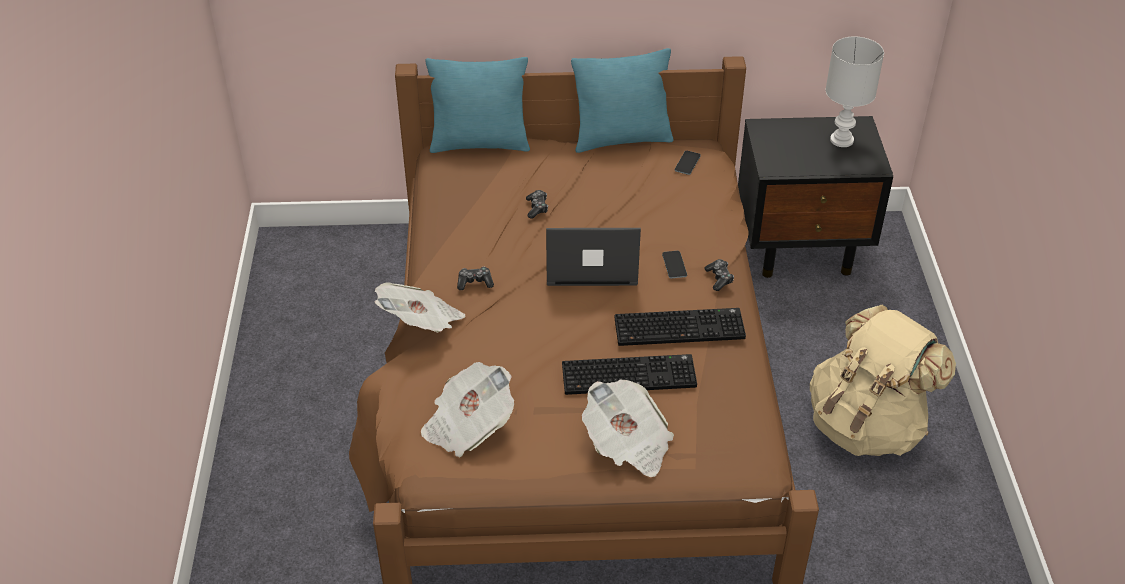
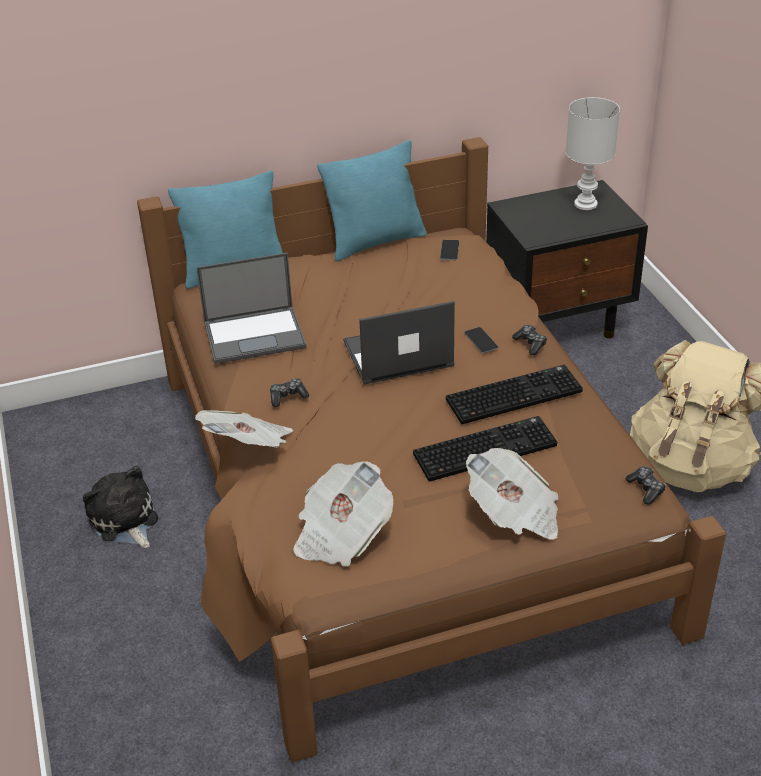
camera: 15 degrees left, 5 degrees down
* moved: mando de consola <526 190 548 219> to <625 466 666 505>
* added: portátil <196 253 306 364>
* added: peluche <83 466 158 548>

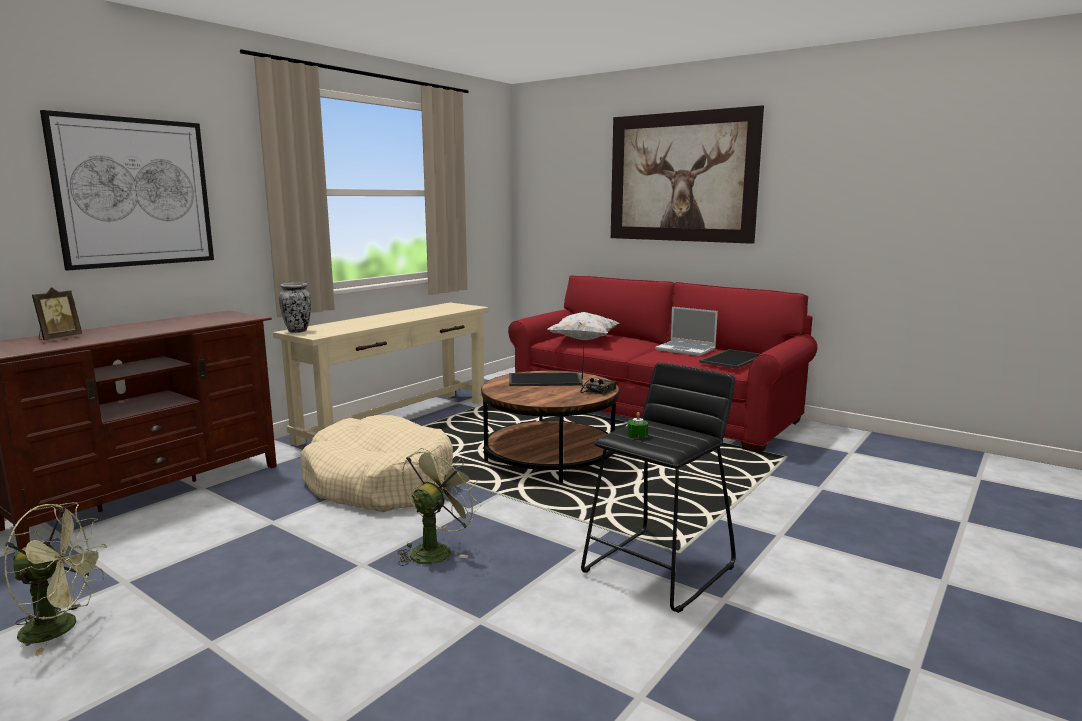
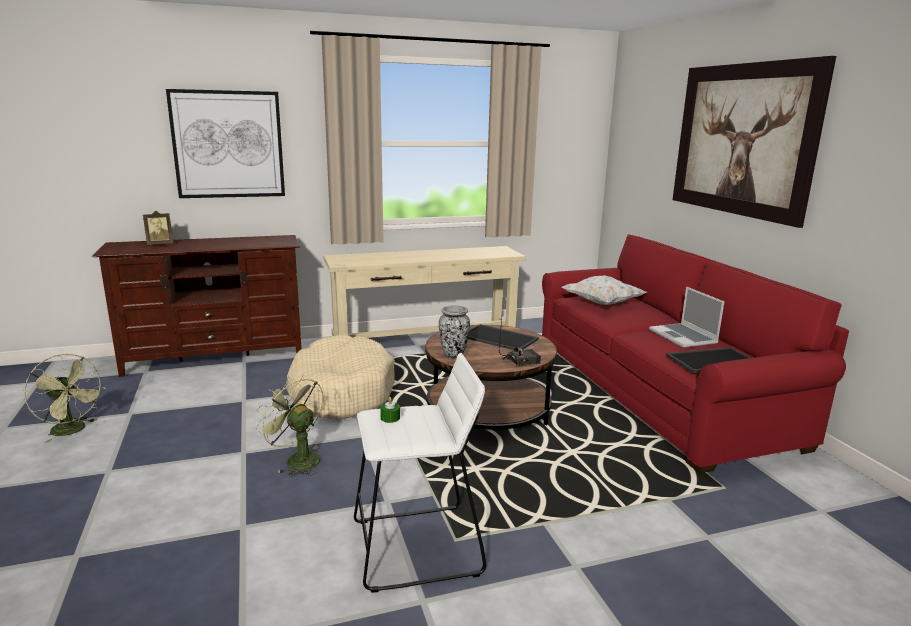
camera: 35 degrees right, 5 degrees up
* moved: florero <279 283 311 333> to <439 305 470 359>
* recoloured: taburete (negro) <581 362 736 613> to taburete (blanco) <354 353 486 592>
* turned: ventilador (verde) <398 445 482 566> = <256 375 323 477> 120 degrees counterclockwise

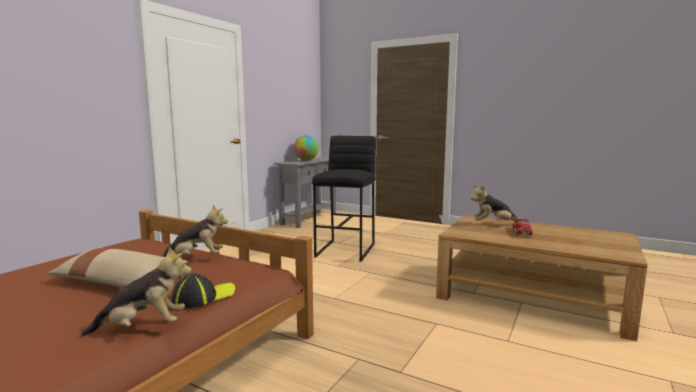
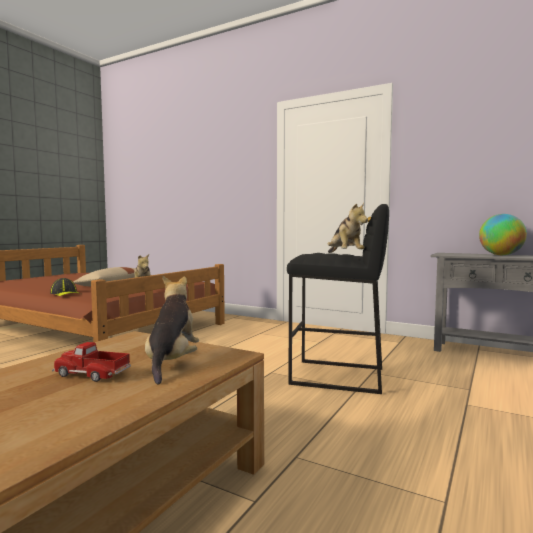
camera: 90 degrees right, 5 degrees down
* moved: peluche <81 247 192 336> to <327 203 368 253>

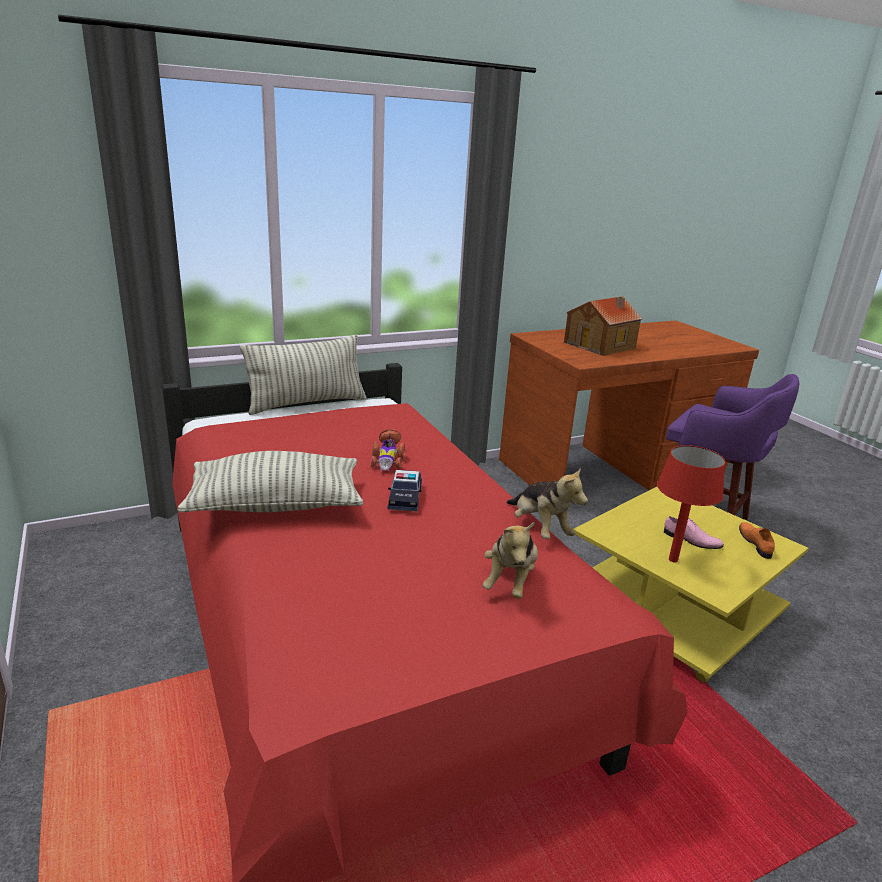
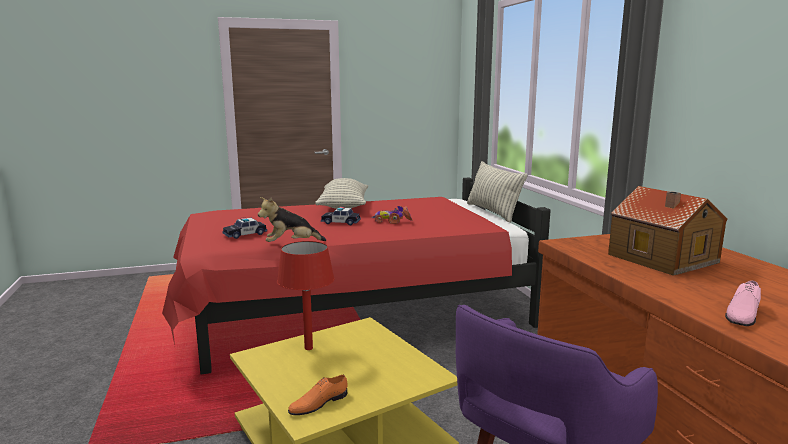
camera: 100 degrees right, 10 degrees down
* moved: zapato (rosa) <664 516 724 549> to <725 281 761 326>
* replaced: peluche <483 521 538 599> to coche de juguete <222 217 267 239>
* turned: zapato (naranja) <739 522 775 559> = <288 375 348 415> 135 degrees clockwise

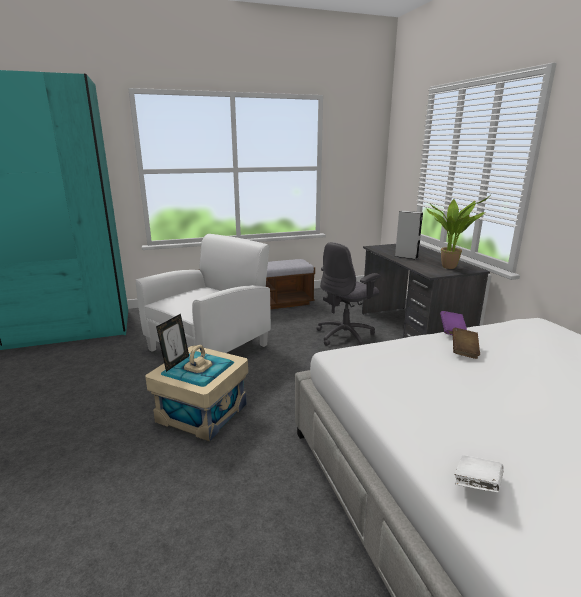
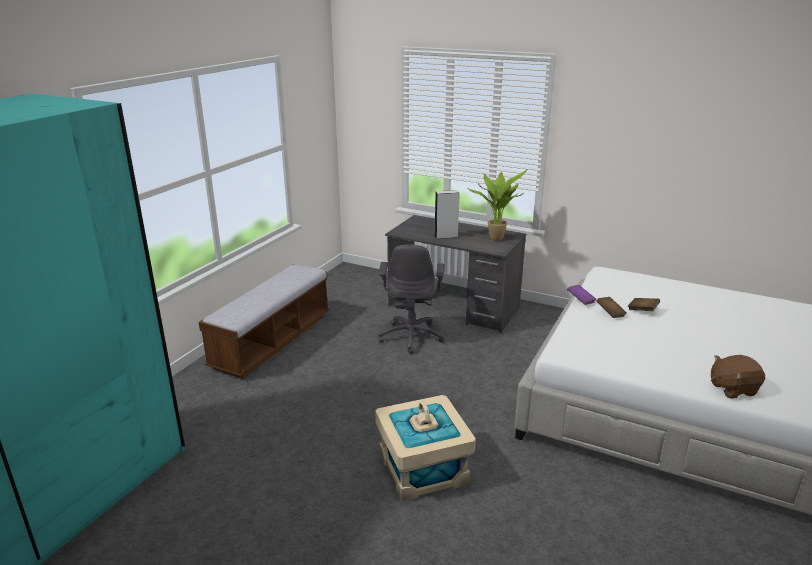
camera: 45 degrees left, 5 degrees up
* removed: sillón (blanco) <136 234 271 353>
* removed: portarretratos <156 314 189 372>
* replaced: libro (blanco) <454 455 504 492> to peluche (marrón) <711 355 765 399>
* added: libro (marrón) <628 298 660 311>

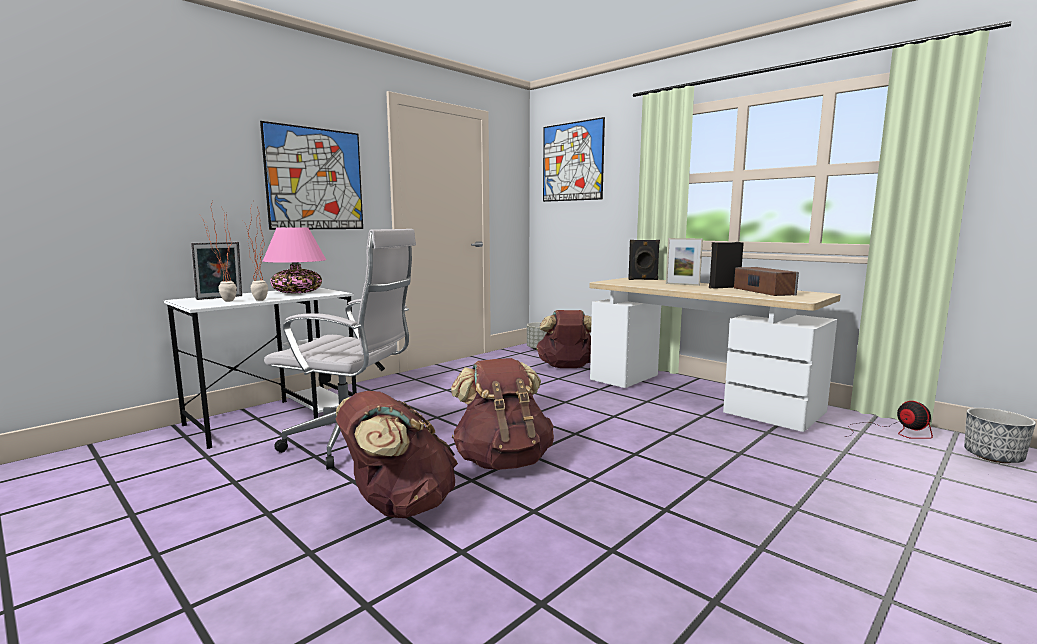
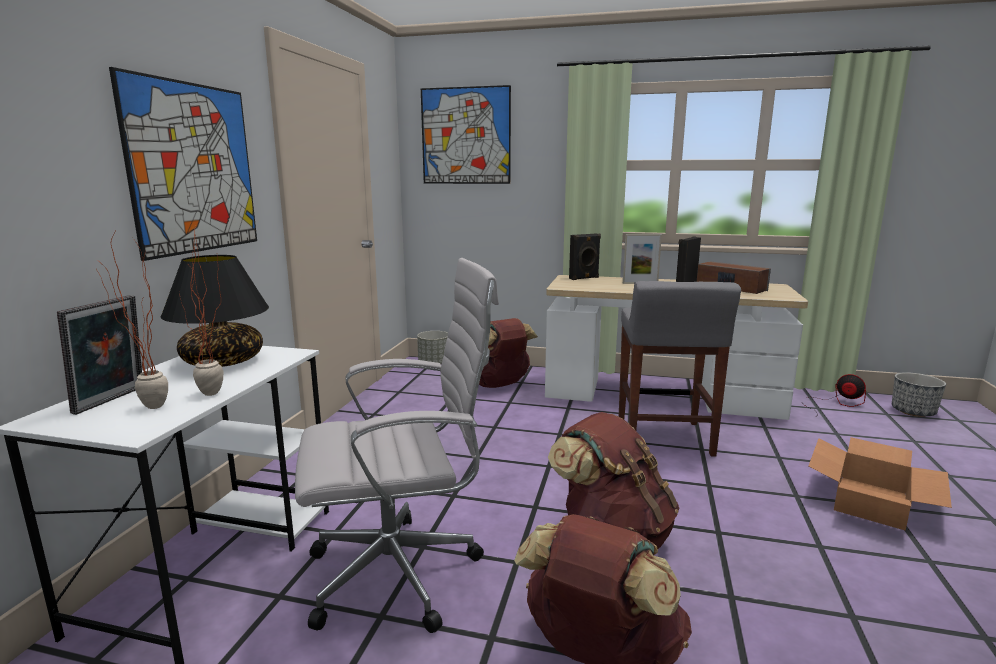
camera: 30 degrees left, 5 degrees up
* recoloured: lámpara de mesa (rosa) <263 227 327 293> to lámpara de mesa (negro) <161 255 269 367>
* added: taburete (gris) <619 281 741 457>
* added: caja de cartón <809 437 952 531>

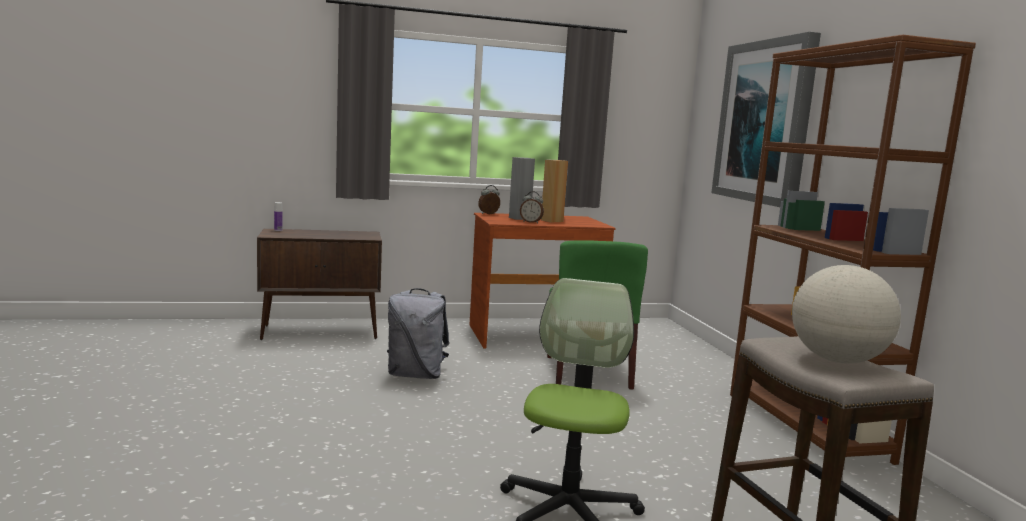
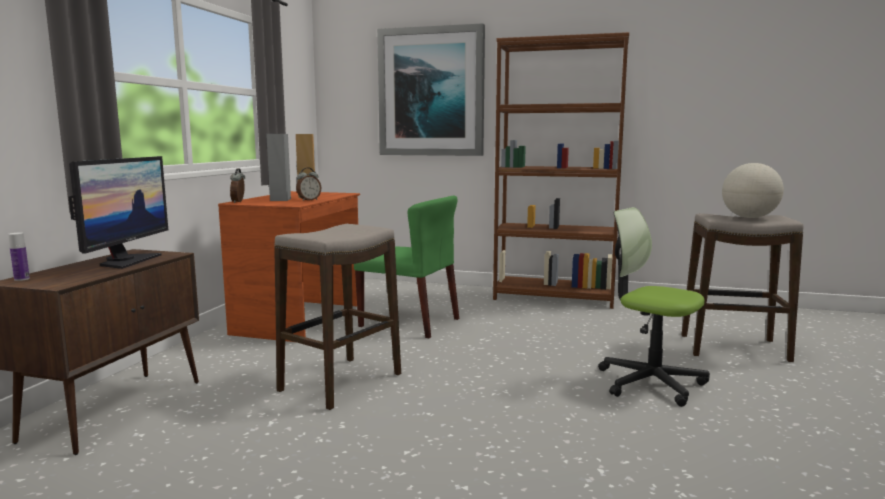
camera: 60 degrees left, 0 degrees up
* replaced: mochila (gris) <387 288 449 379> to taburete <274 224 401 410>
* added: monitor <69 156 168 269>

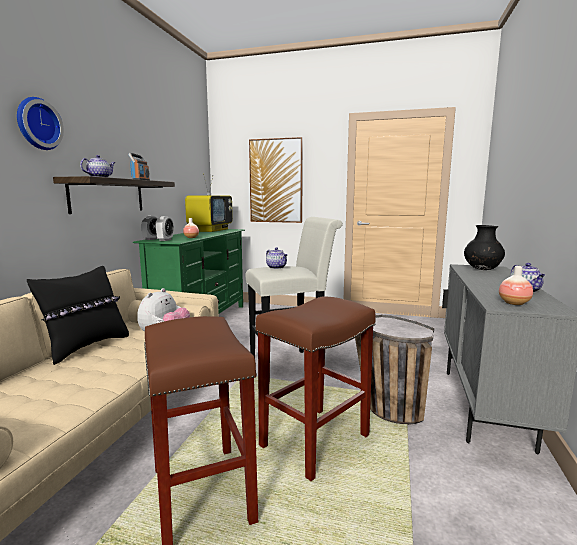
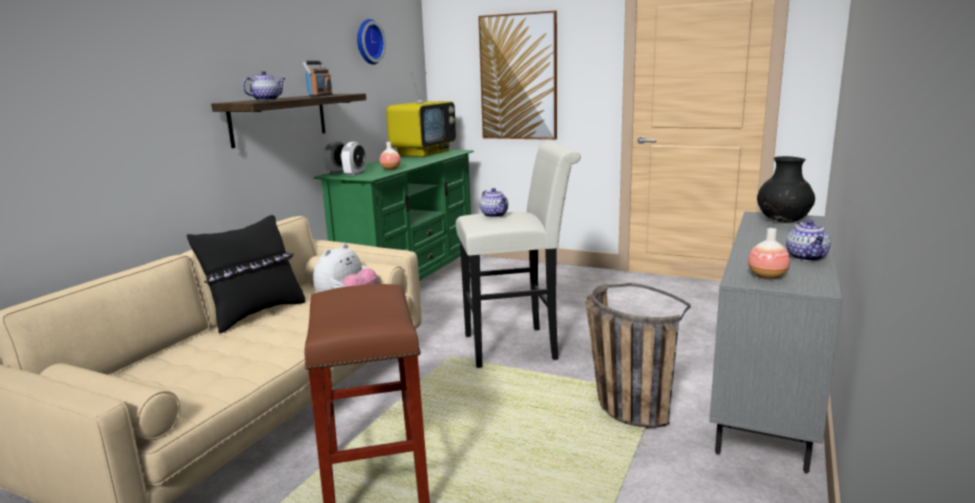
camera: 10 degrees right, 5 degrees up
* moved: reloj de pared <17 97 64 150> to <357 19 386 65>
* removed: taburete (marrón) <256 297 376 481>

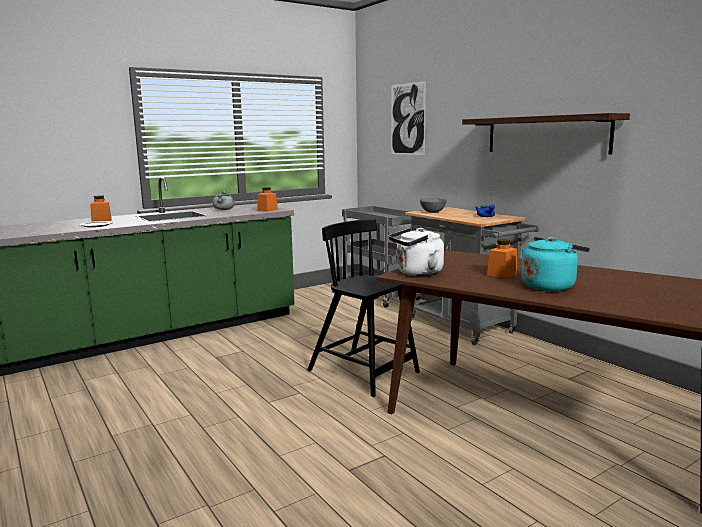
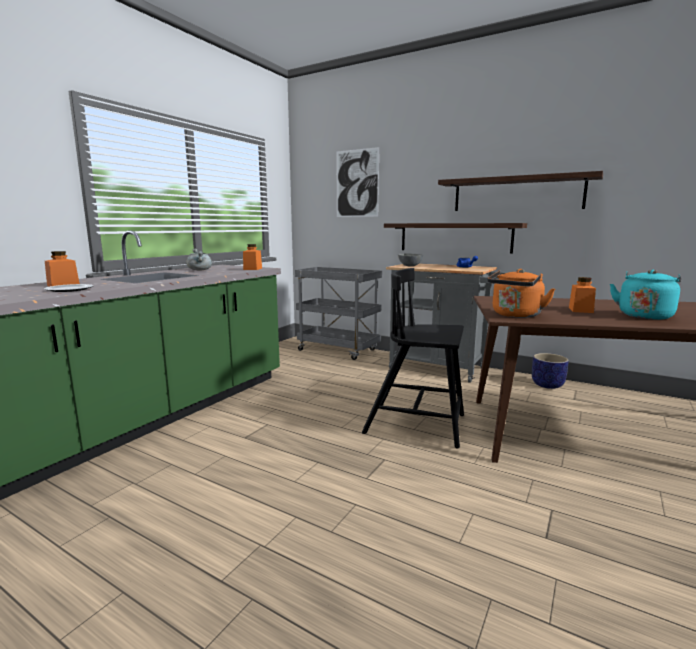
camera: 25 degrees left, 0 degrees up
* recoloured: hervidor (blanco) <389 228 444 276> to hervidor (naranja) <487 269 555 318>
* added: estante <384 223 527 254>
* added: maceta <532 353 569 389>

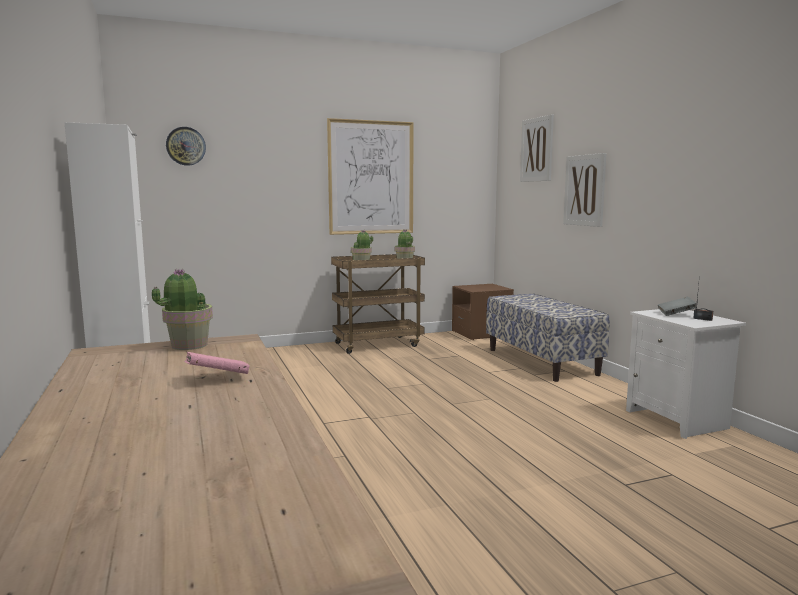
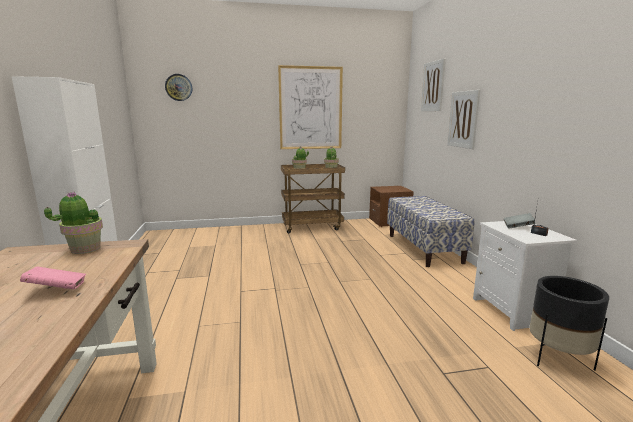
camera: 10 degrees right, 5 degrees up
* added: maceta (negro) <529 276 609 370>

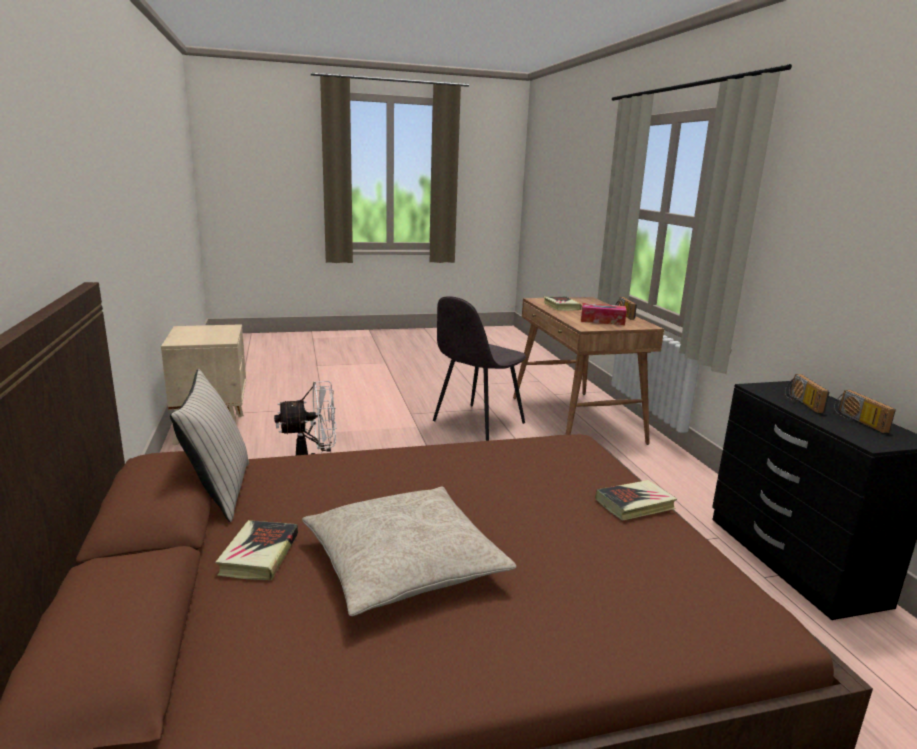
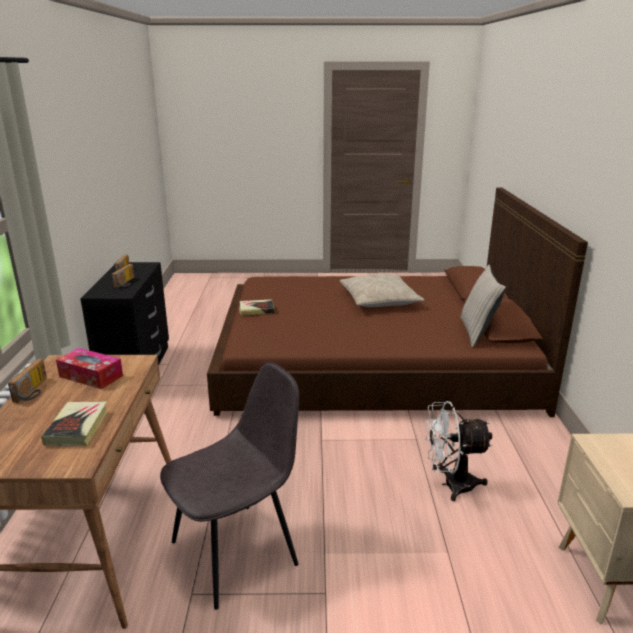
camera: 165 degrees left, 5 degrees up
* removed: libro <215 520 298 580>

